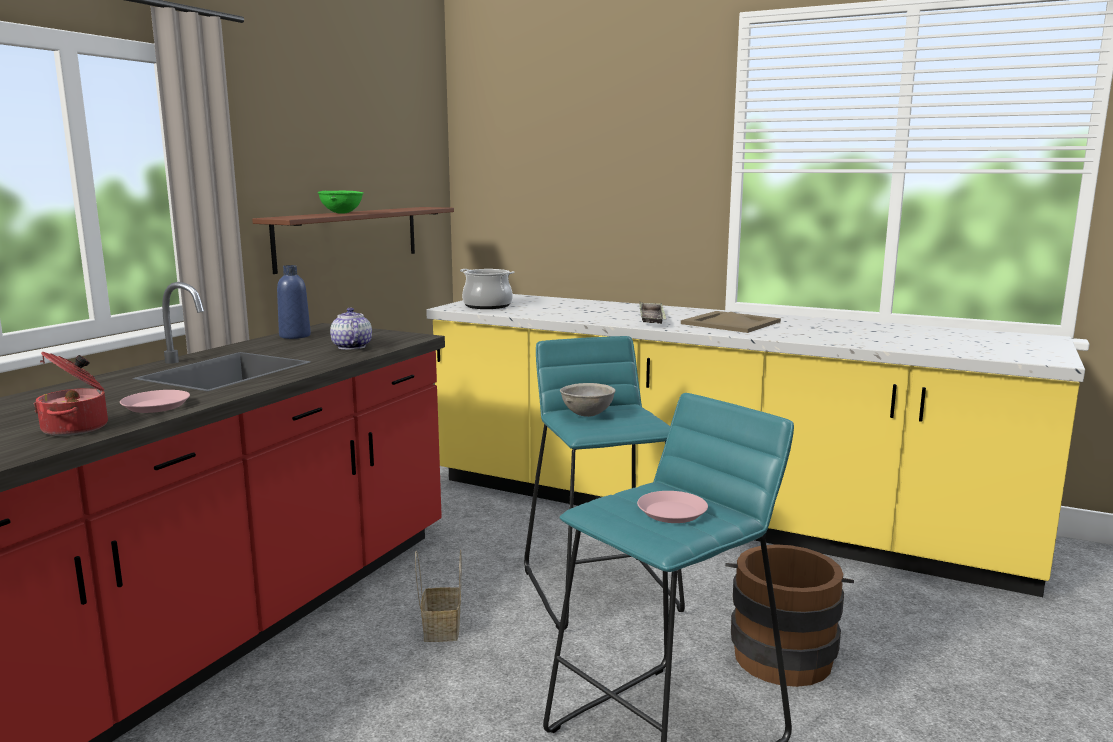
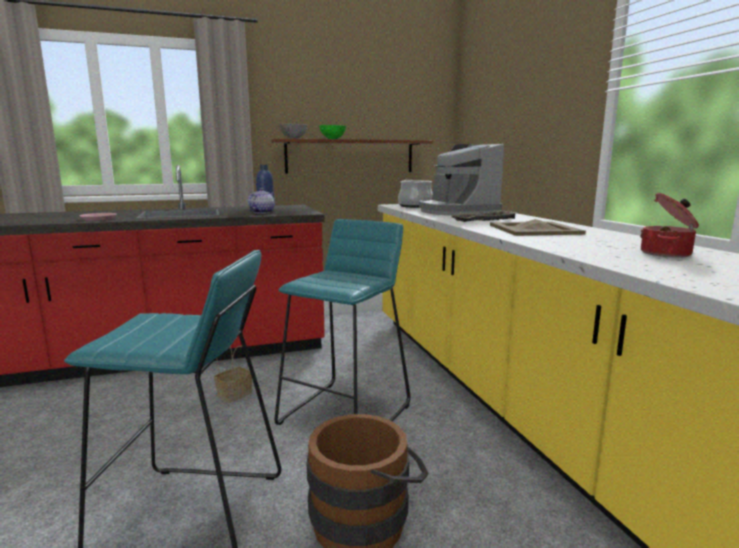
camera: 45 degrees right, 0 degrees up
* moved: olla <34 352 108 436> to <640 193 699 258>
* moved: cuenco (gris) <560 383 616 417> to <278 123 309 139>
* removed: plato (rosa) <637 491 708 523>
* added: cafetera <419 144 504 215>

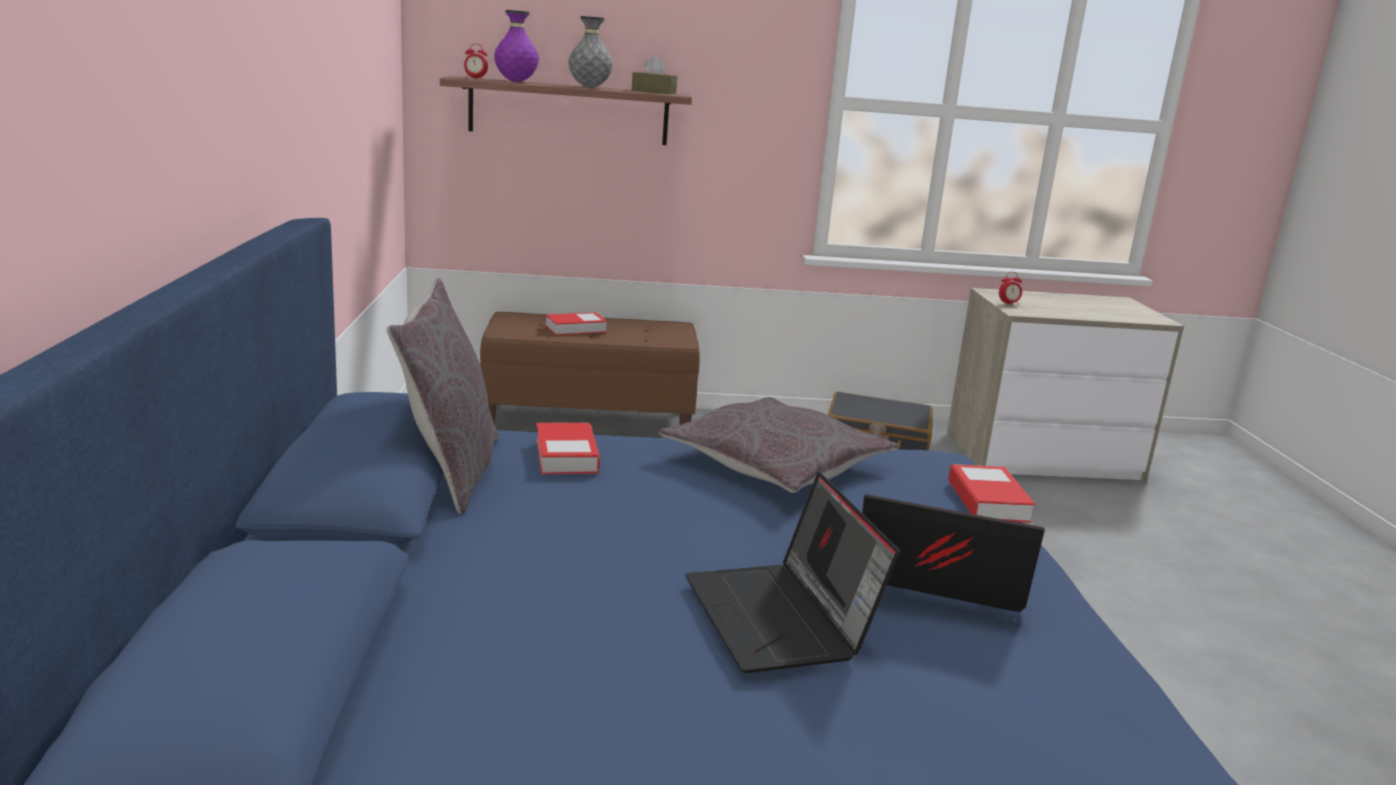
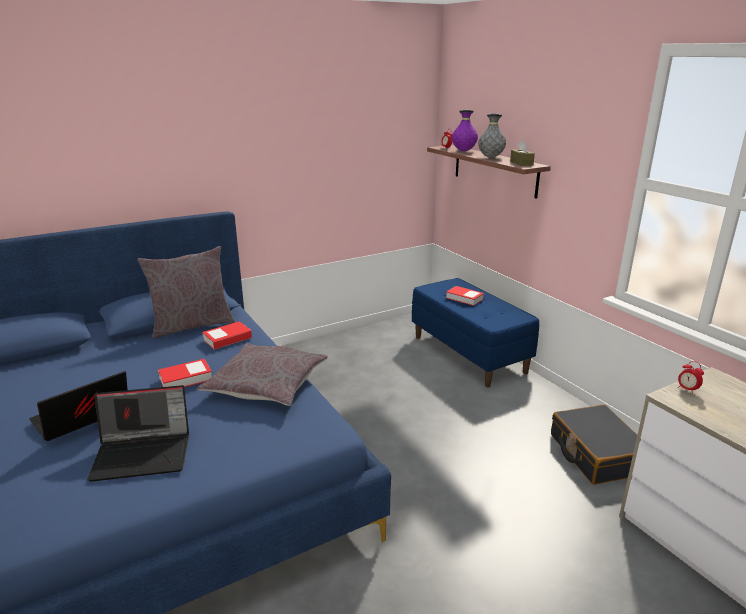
camera: 65 degrees right, 5 degrees up
* recoloured: banco (marrón) <480 312 700 425> to banco (azul) <412 278 539 387>
* moved: libro <948 464 1035 523> to <158 359 212 387>
* turned: portátil <862 495 1045 612> = <87 385 189 482> 90 degrees clockwise

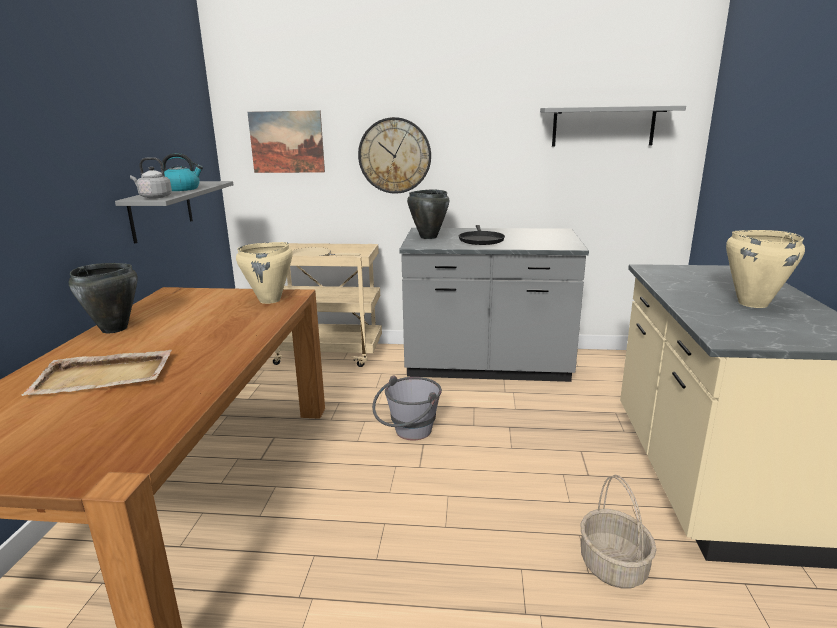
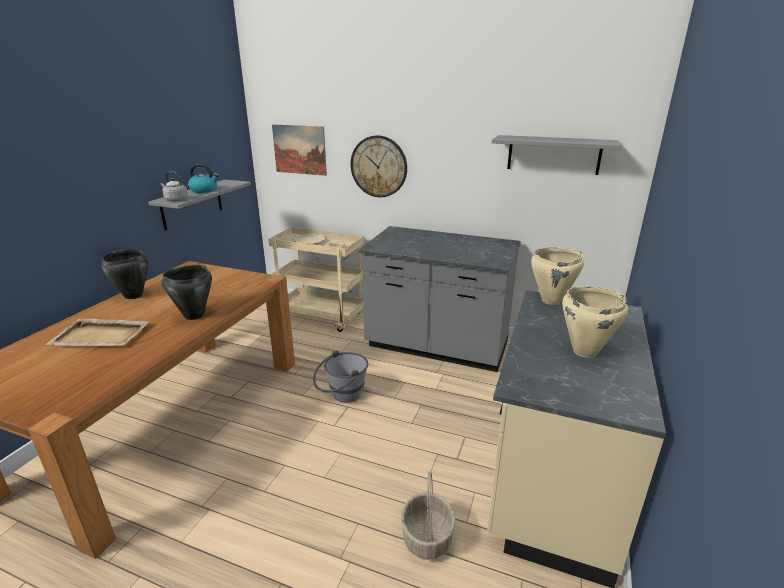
camera: 15 degrees right, 5 degrees up
* moved: olla (negro) <407 189 449 239> to <161 265 212 320>
* removed: sartén (negro) <459 225 505 245>
* moved: olla (beis) <236 242 293 304> to <531 247 584 305>

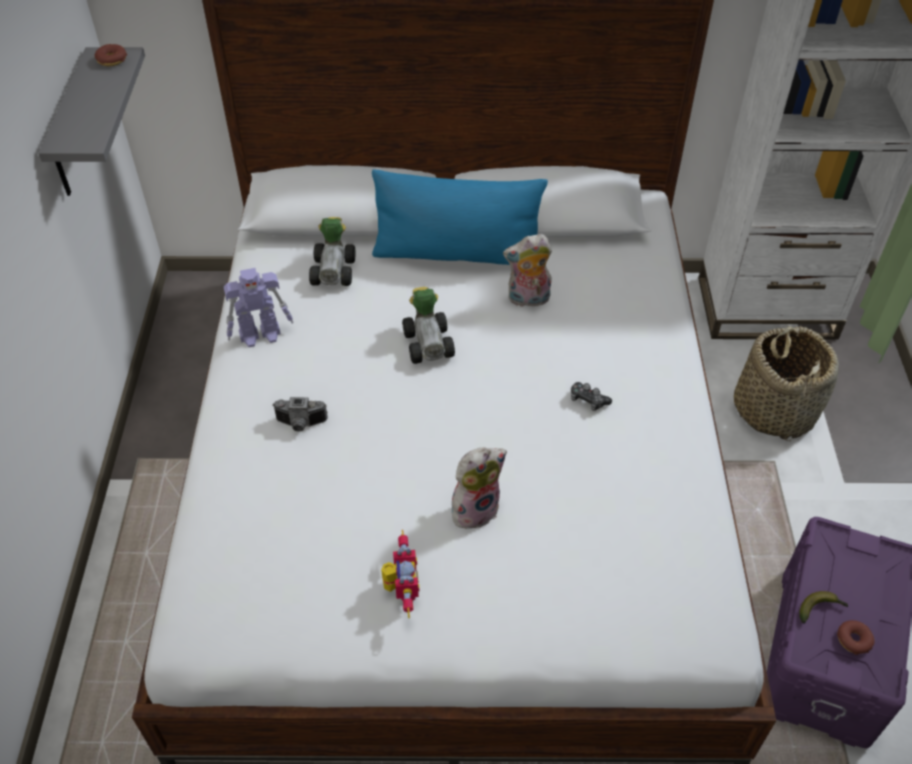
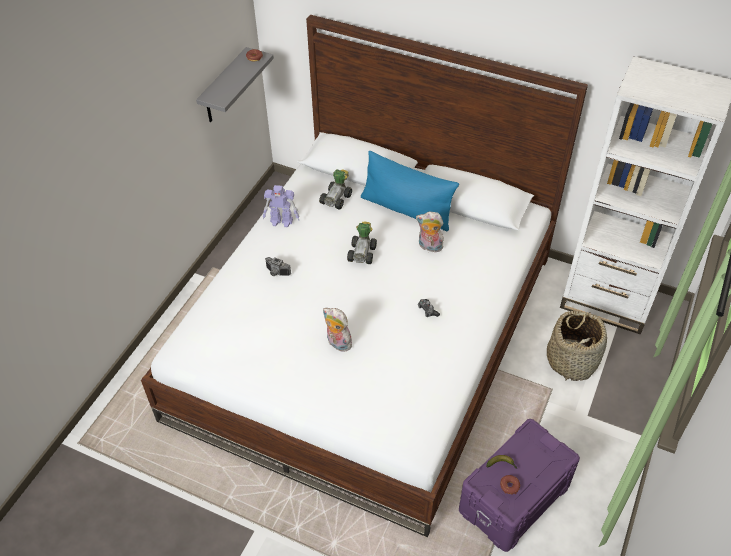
camera: 25 degrees right, 0 degrees up
* turned: peluche <452 447 507 529> = <323 308 352 352> 135 degrees counterclockwise
* removed: robot de juguete <381 530 420 618>

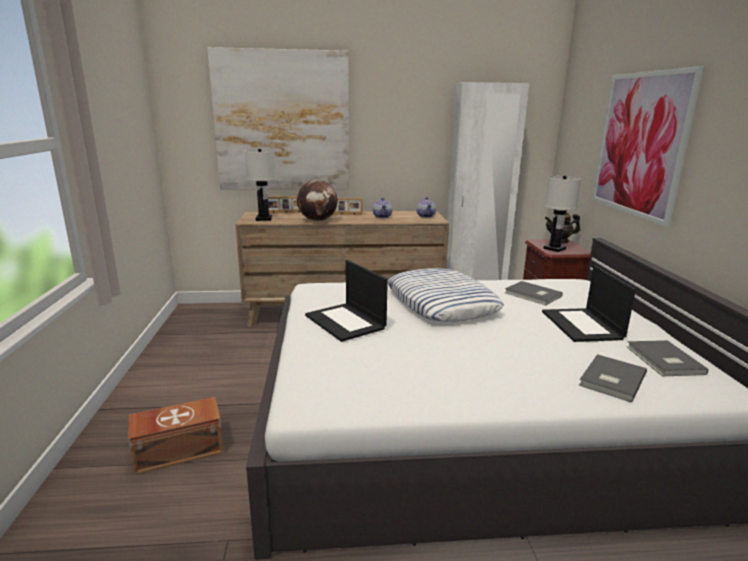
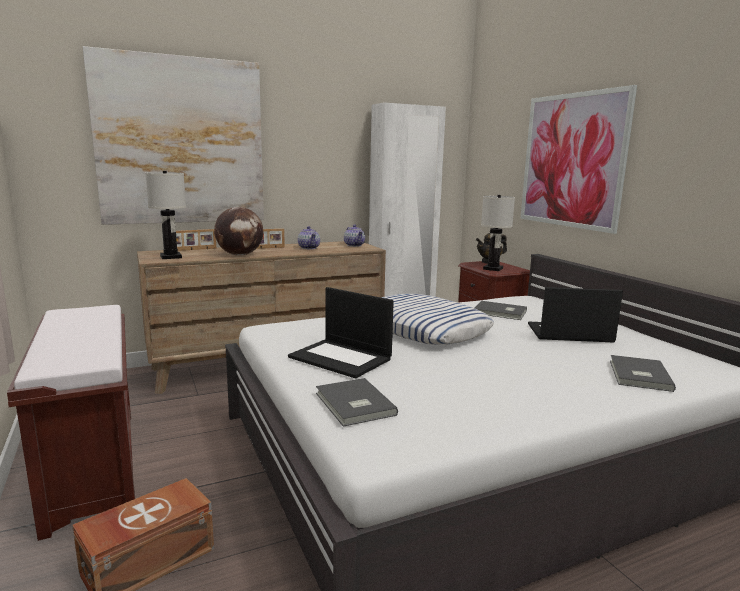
camera: 20 degrees left, 5 degrees down
* turned: portátil <542 265 636 342> = <528 287 623 343> 120 degrees clockwise
* moved: libro (gris) <627 340 708 377> to <316 378 398 427>
* added: banco (marrón) <7 305 135 541>

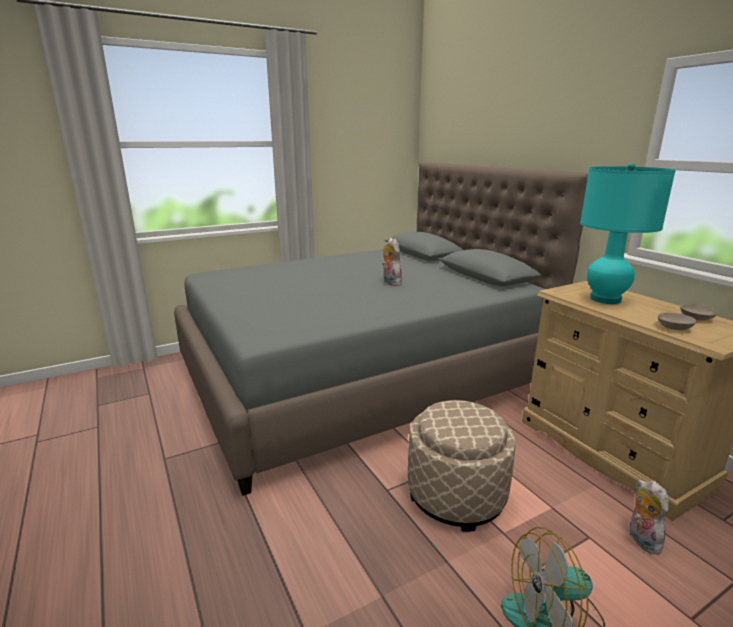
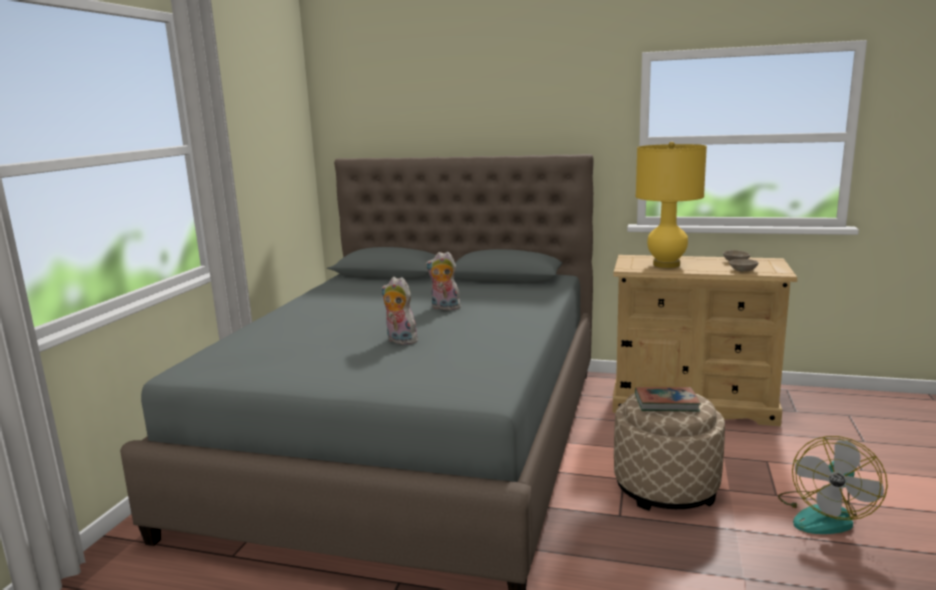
camera: 45 degrees left, 5 degrees down
* recoloured: lámpara de mesa (turquesa) <580 163 676 304> to lámpara de mesa (amarillo) <636 142 707 268>
* moved: peluche <630 480 669 555> to <381 277 418 345>
* added: libro <635 387 701 412>

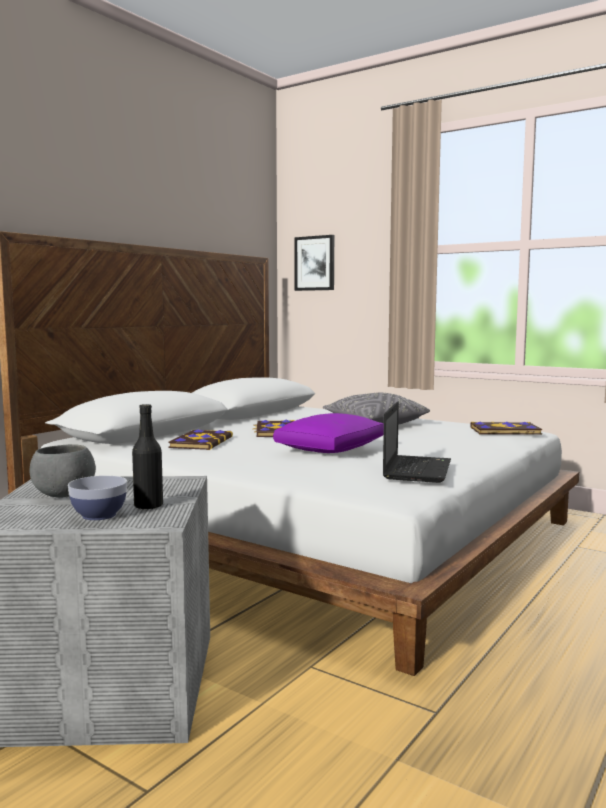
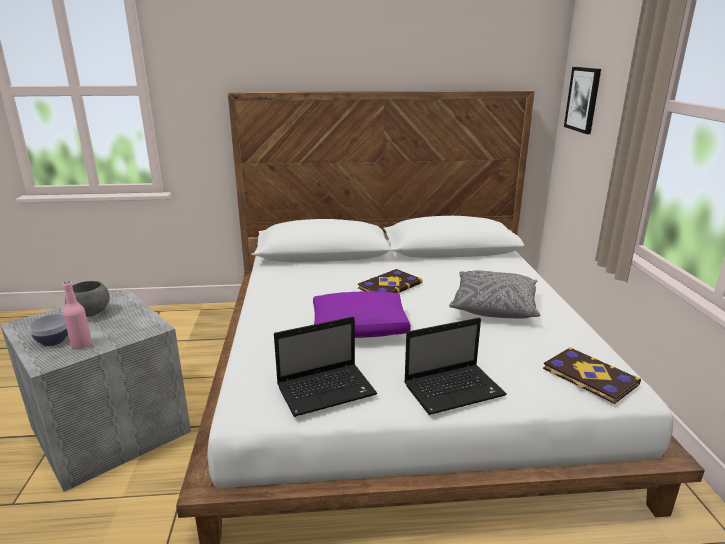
camera: 50 degrees right, 15 degrees up
* recoloured: botella (negro) <132 404 163 510> to botella (rosa) <63 281 92 349>
* removed: libro <168 429 233 450>
* added: portátil <404 317 507 415>

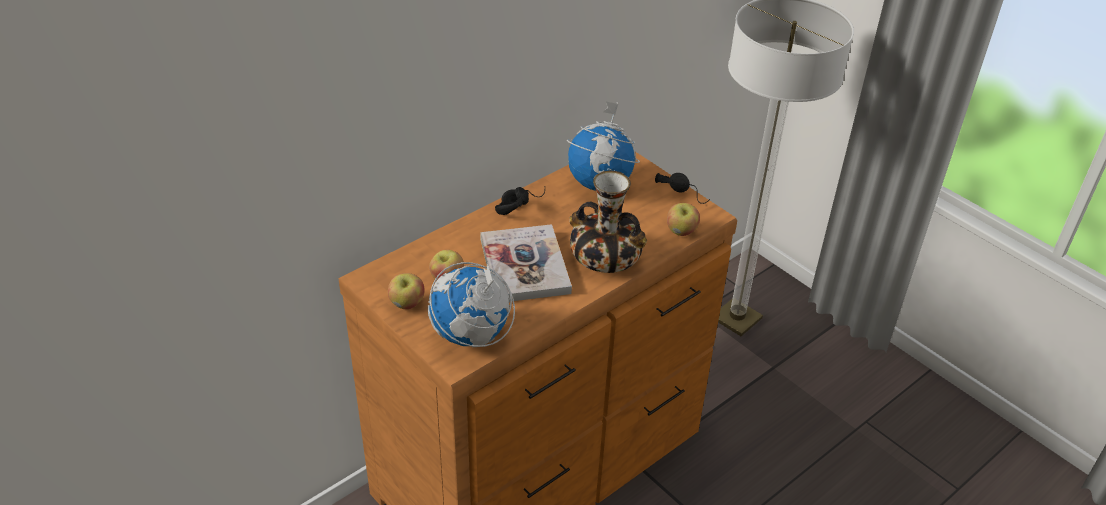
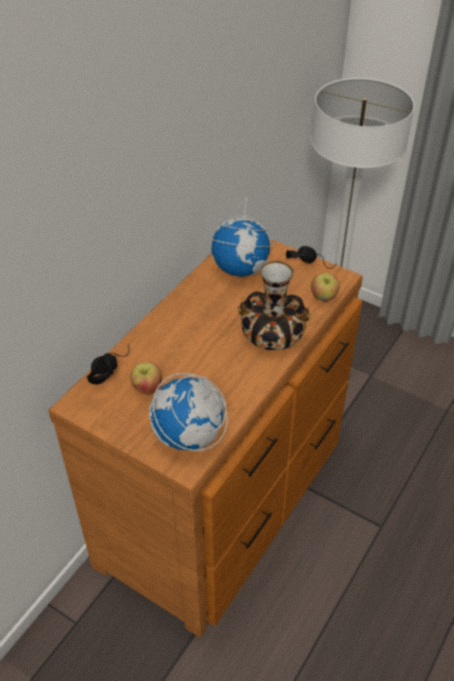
camera: 15 degrees left, 5 degrees up
* moved: auriculares (negro) <495 187 545 215> to <87 345 129 384>
* removed: libro <480 224 572 301>
* removed: manzana <388 273 425 309>

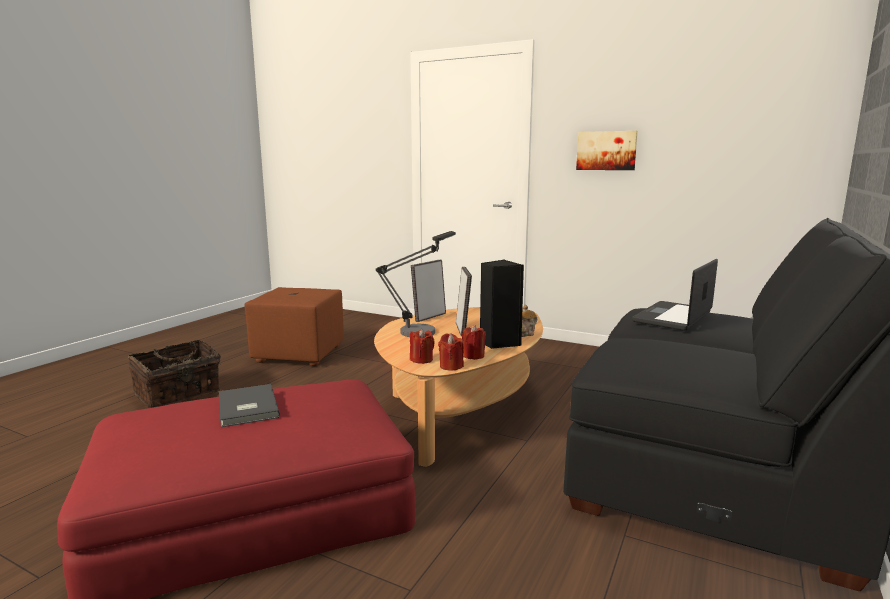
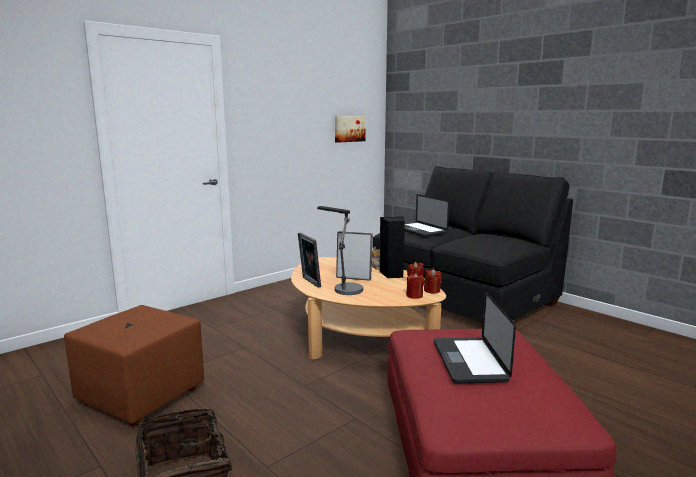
camera: 70 degrees left, 0 degrees up
* moved: cuadro <576 131 638 170> to <335 116 366 143>
* replaced: libro (gris) <219 384 280 427> to portátil <434 292 516 383>

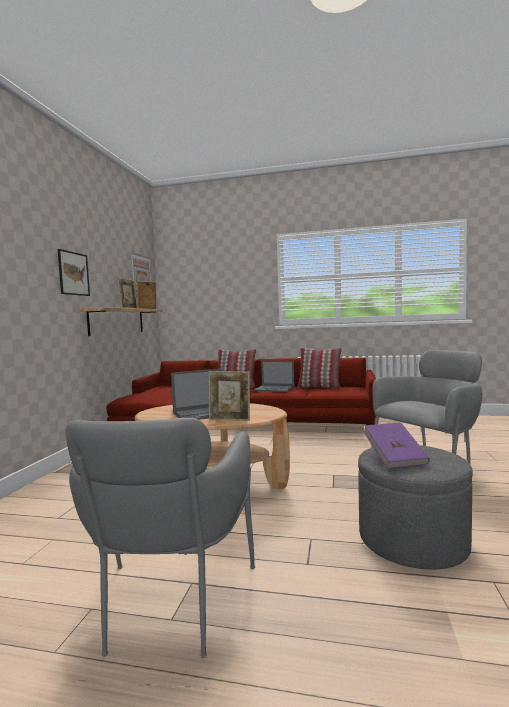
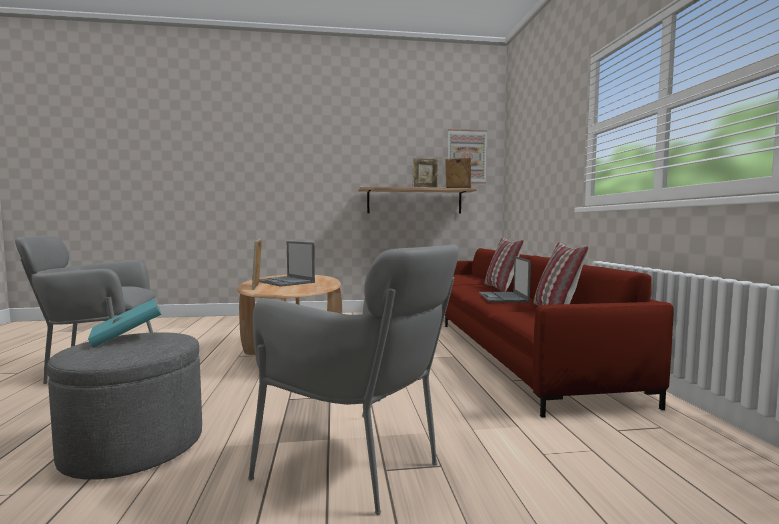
camera: 70 degrees right, 0 degrees up
* removed: cuadro <58 249 90 296>
* recoloured: libro (morado) <363 422 430 469> to libro (turquesa) <88 298 161 347>

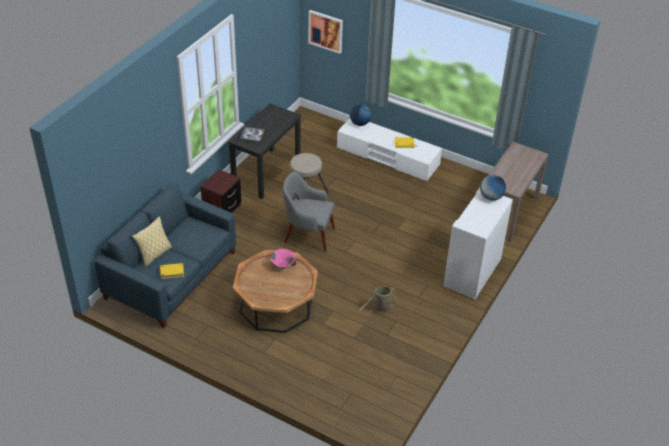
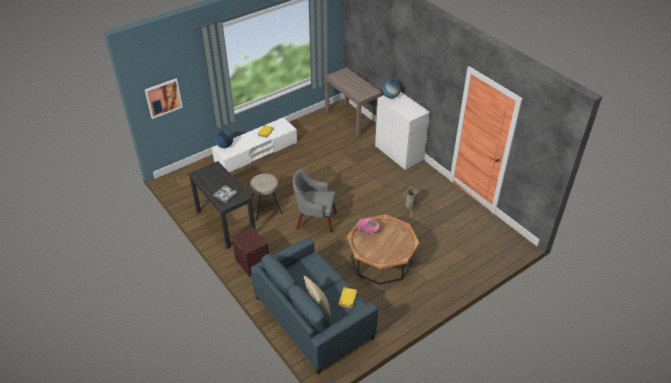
camera: 65 degrees left, 0 degrees up
* turned: sillón (gris) <283 171 335 252> = <293 169 337 233> 60 degrees clockwise

